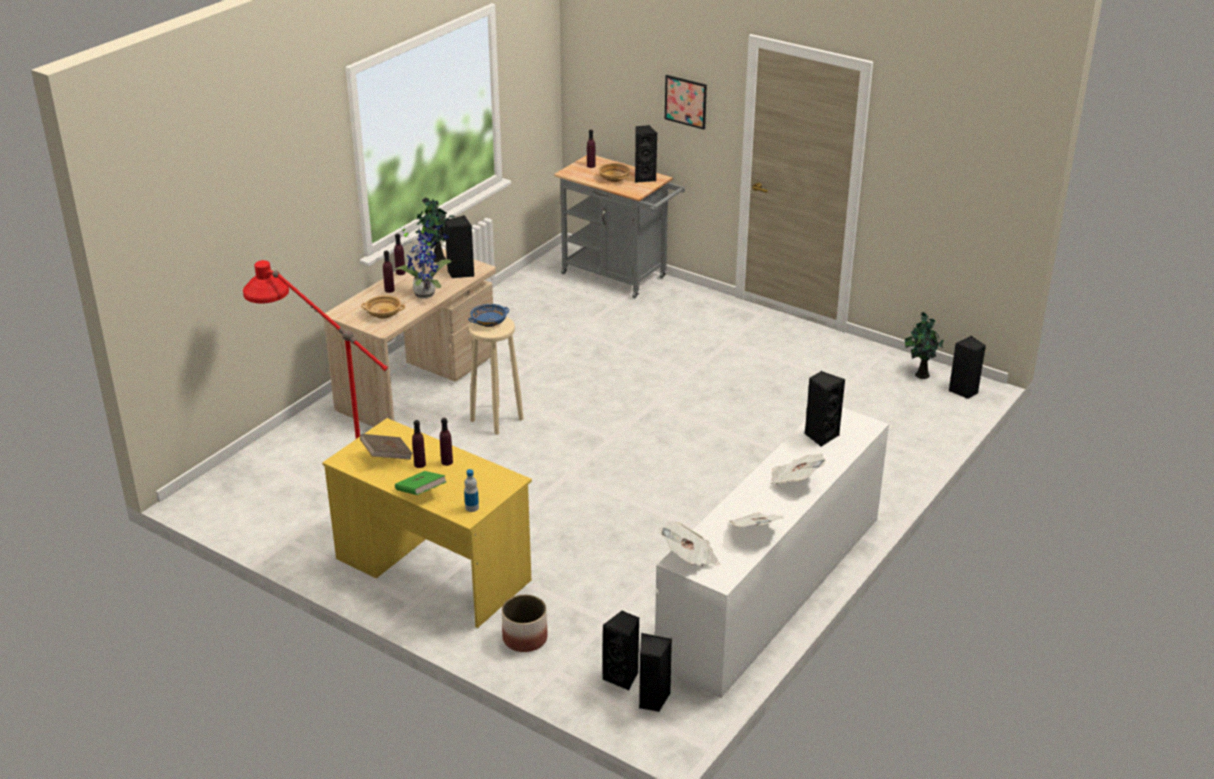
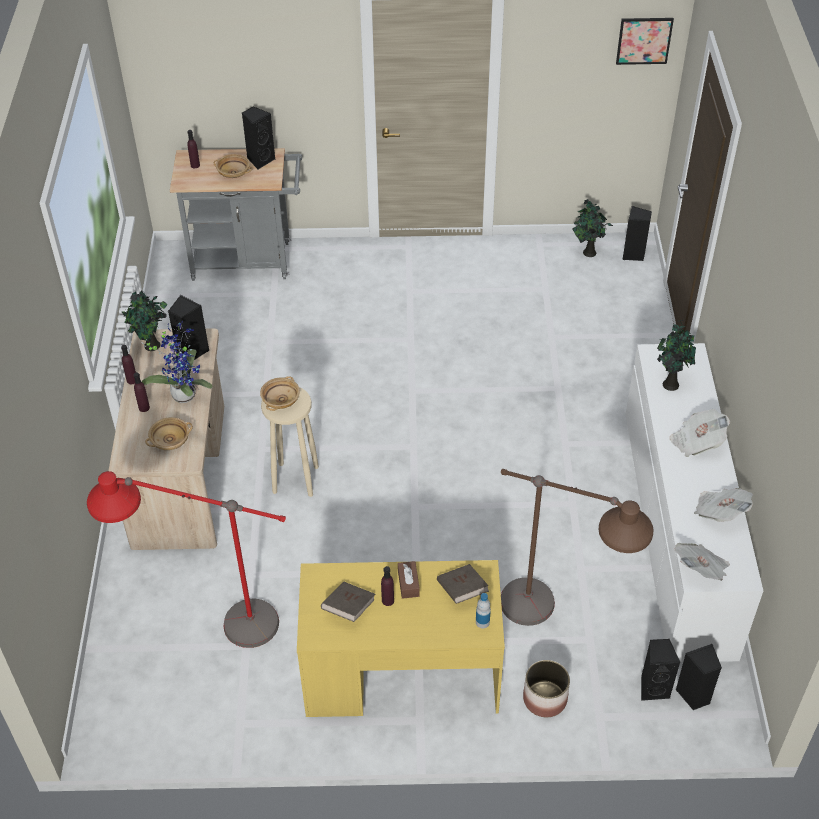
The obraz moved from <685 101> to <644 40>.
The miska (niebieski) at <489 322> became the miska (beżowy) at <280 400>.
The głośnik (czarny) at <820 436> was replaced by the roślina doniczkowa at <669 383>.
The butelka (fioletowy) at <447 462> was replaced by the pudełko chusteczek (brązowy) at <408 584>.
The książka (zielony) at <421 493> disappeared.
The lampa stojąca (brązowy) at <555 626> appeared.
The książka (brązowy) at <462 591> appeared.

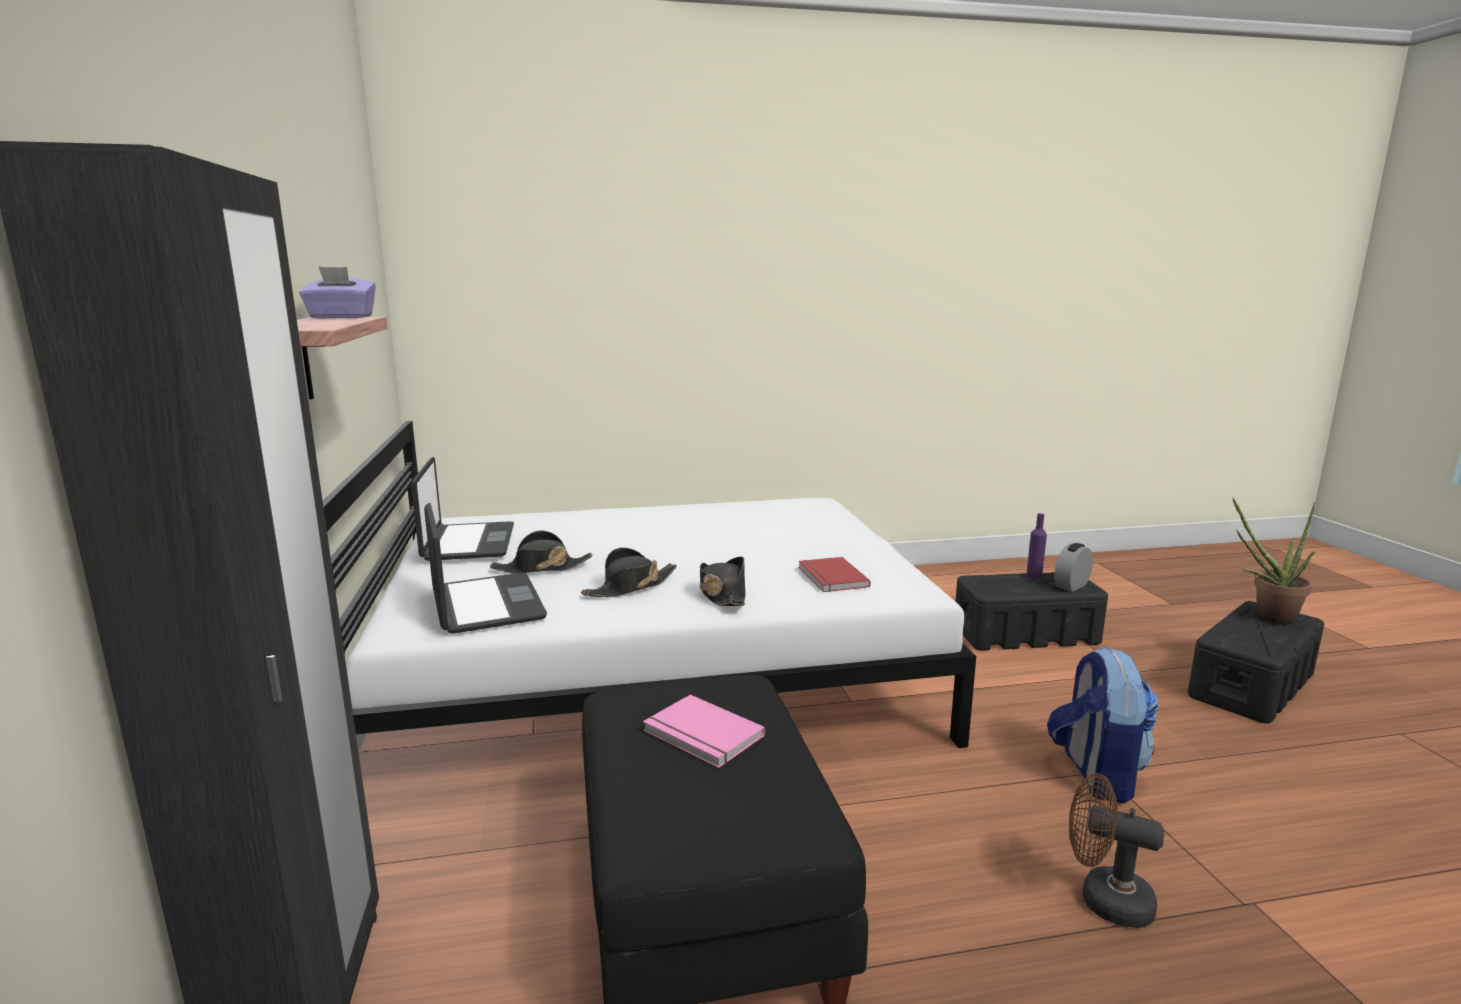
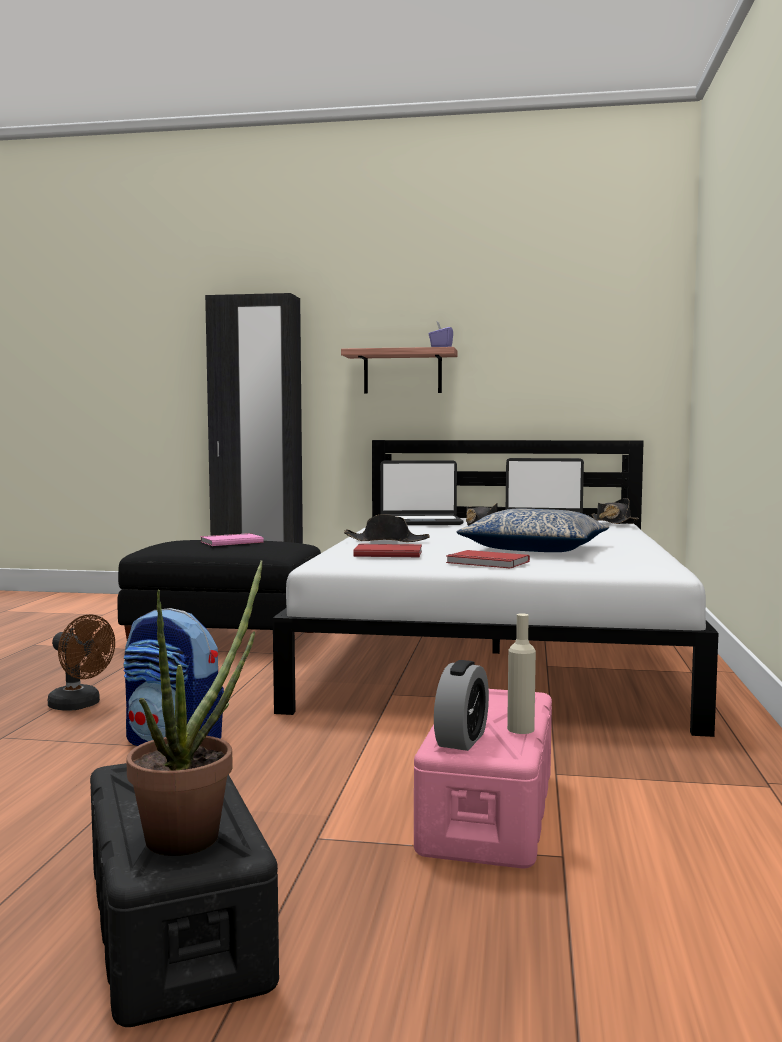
The butelka (fioletowy) at <1034 576> became the butelka (beżowy) at <520 729>.
The budzik at <1071 585> turned 45 degrees clockwise.
The kapelusz (czarny) moved from <630 587> to <613 522>.
The pojemnik do przechowywania (czarny) at <1024 634> became the pojemnik do przechowywania (różowy) at <488 810>.
The wentylator (brązowy) at <1104 899> turned 75 degrees clockwise.
The poduszka at <534 549> appeared.
The książka (czerwony) at <487 563> appeared.

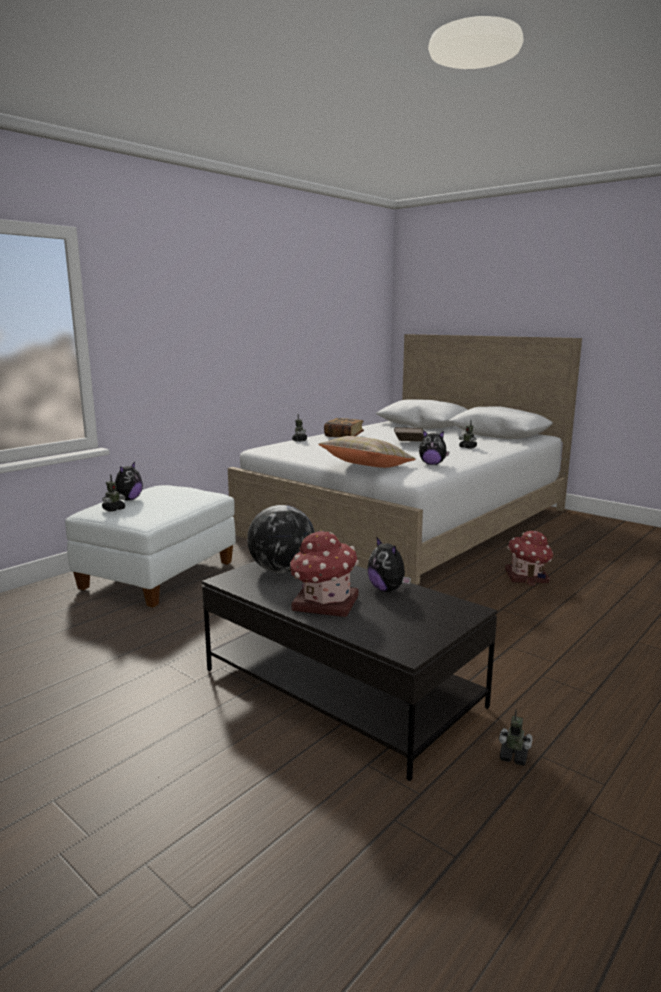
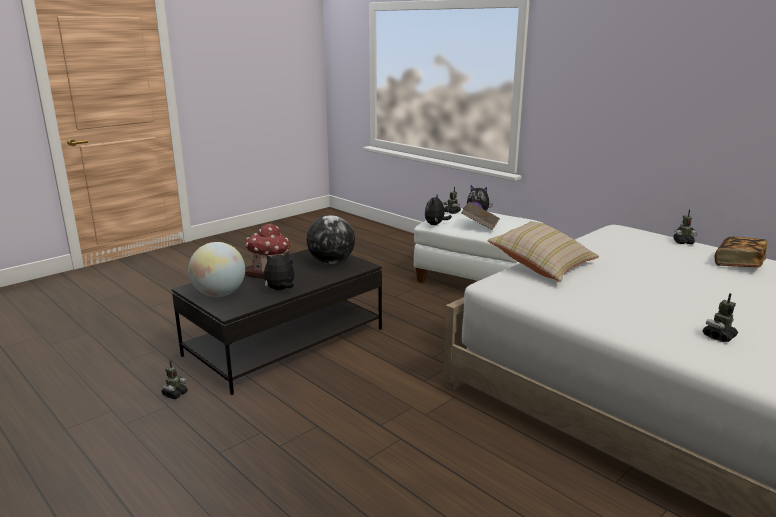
The książka (brązowy) moved from <409 444> to <480 224>.
The pluszak moved from <432 464> to <435 224>.
The domek at <527 577> disappeared.
The globus at <219 294> appeared.

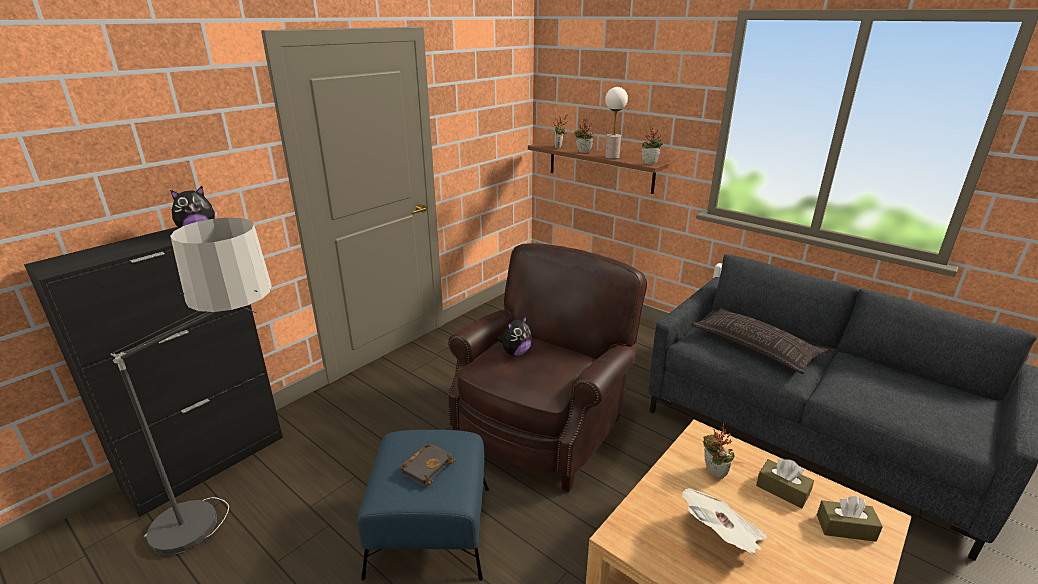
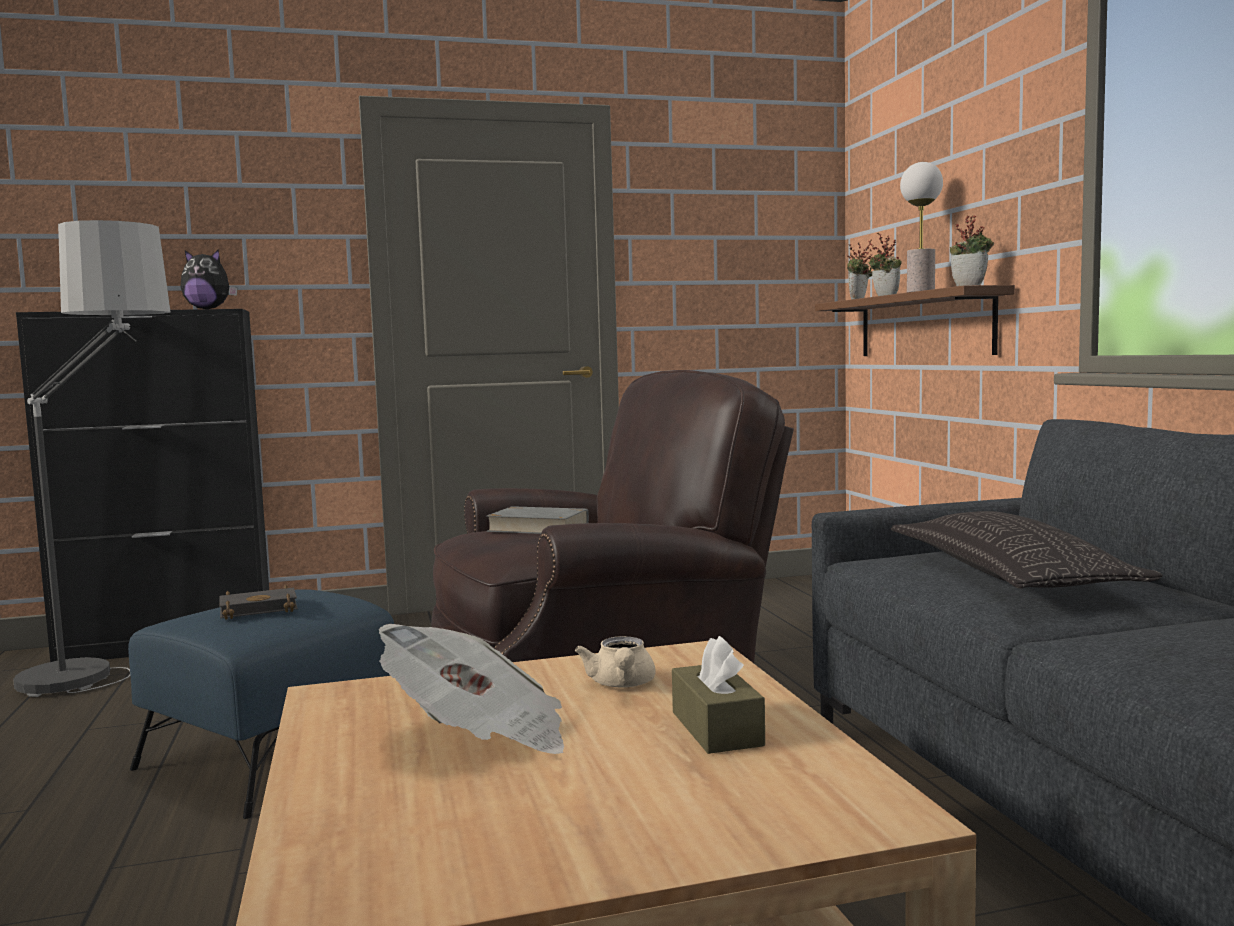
The pluszak at <515 353> was replaced by the książka (szary) at <538 527>.
The roślina doniczkowa at <712 473> was replaced by the imbryk (beżowy) at <621 684>.
The pudełko chusteczek (brązowy) at <845 528> disappeared.

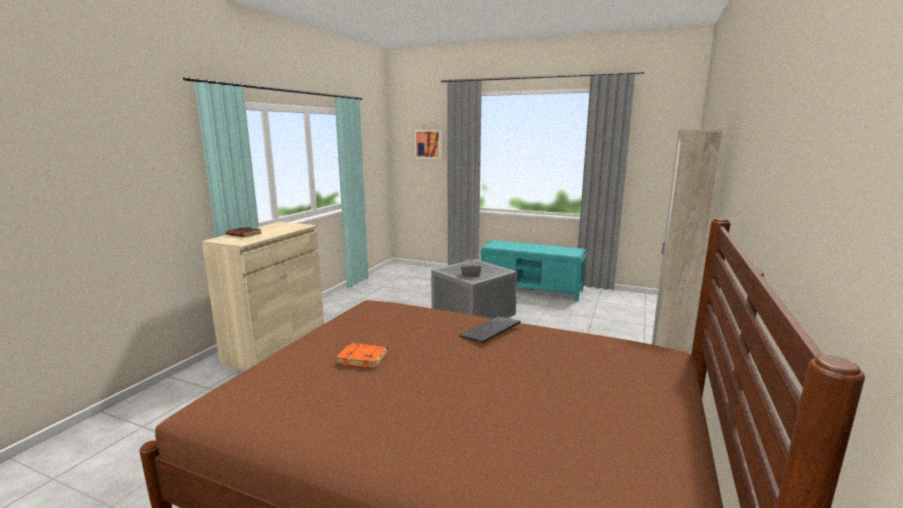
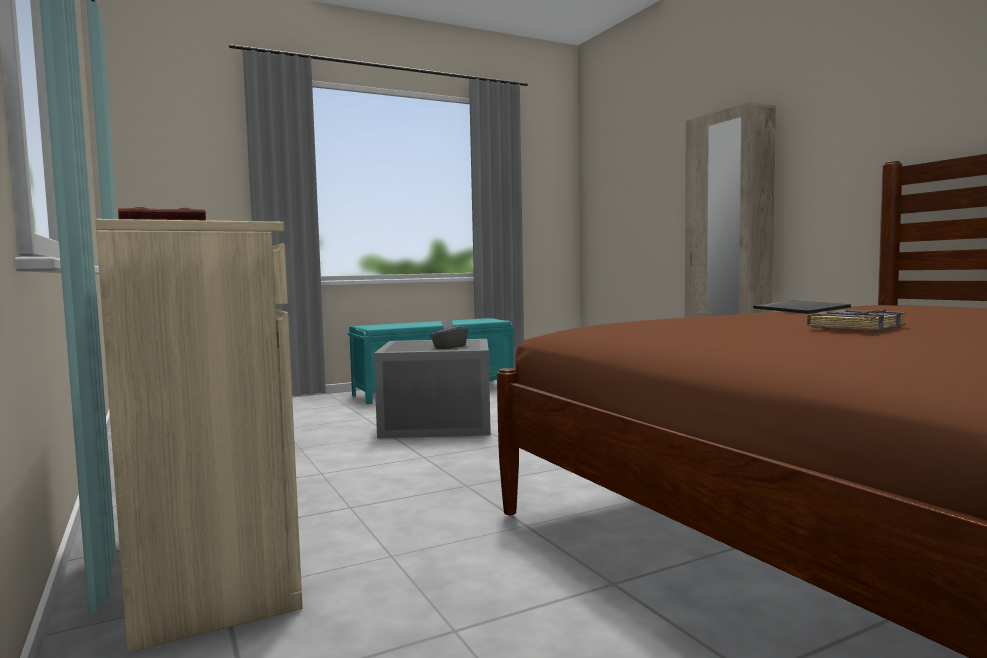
The obraz at <428 144> disappeared.
The książka (pomarańczowy) at <363 358> became the książka (szary) at <855 328>.

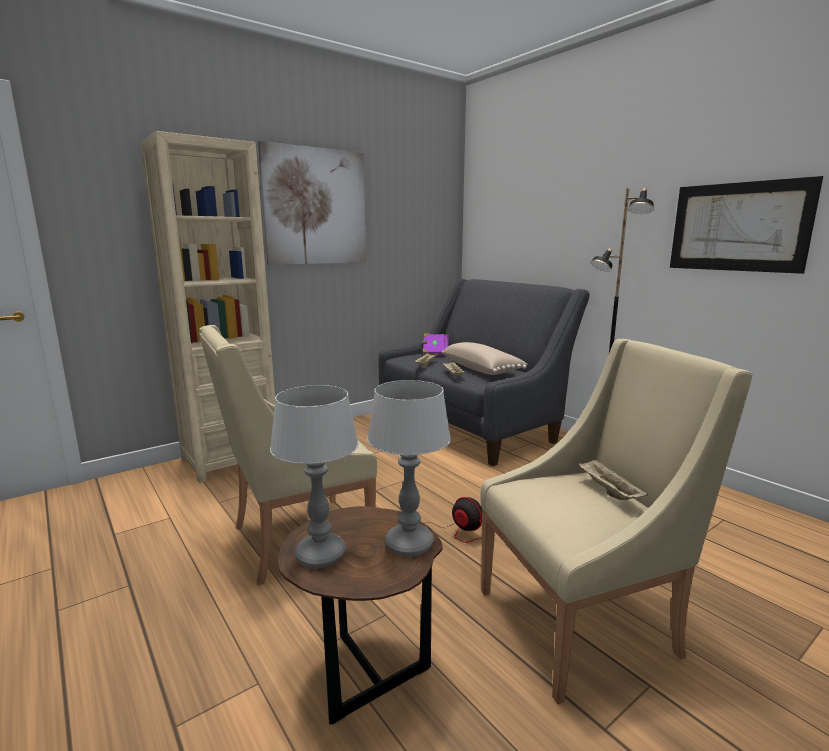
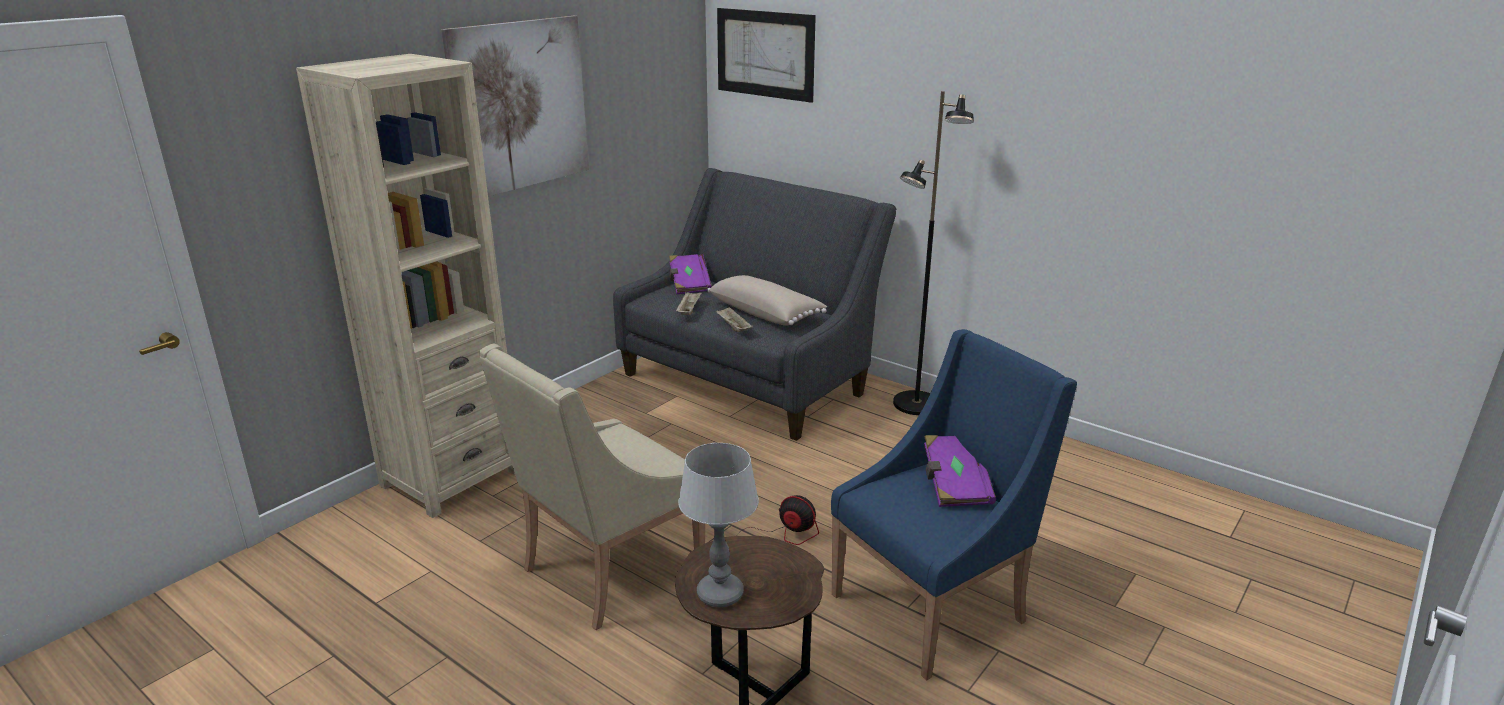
The obraz moved from <738 227> to <765 54>.
The fotel (beżowy) at <582 622> became the fotel (niebieski) at <933 607>.
The lampa stołowa at <408 545> disappeared.
The taca (beżowy) at <607 491> was replaced by the książka (fioletowy) at <954 485>.

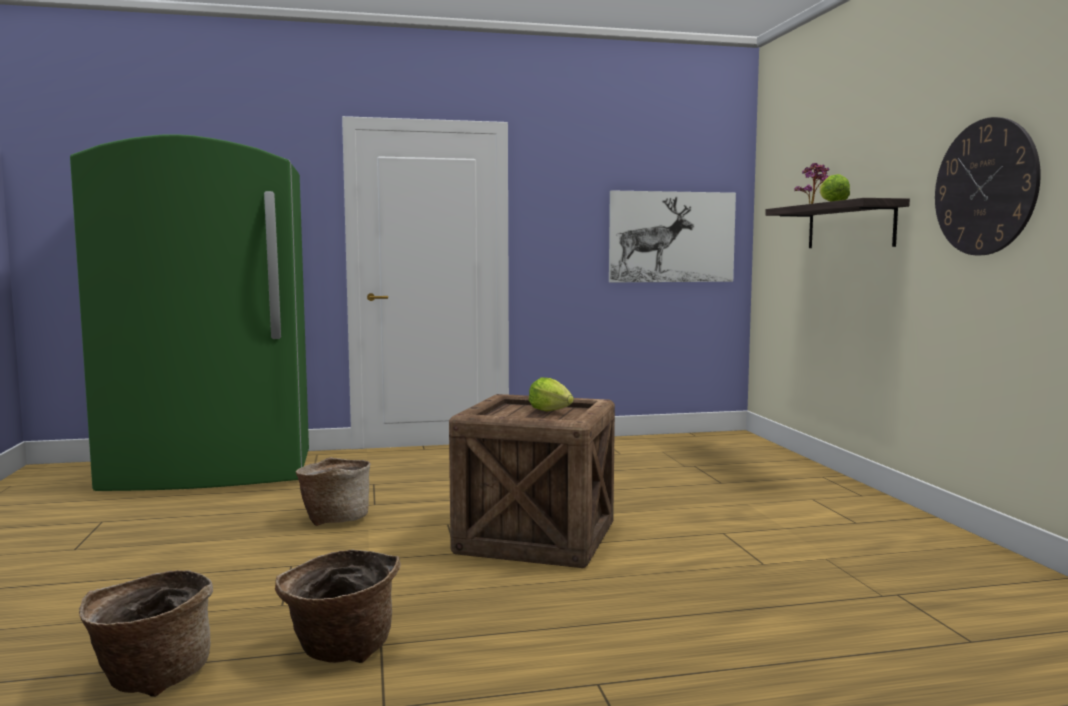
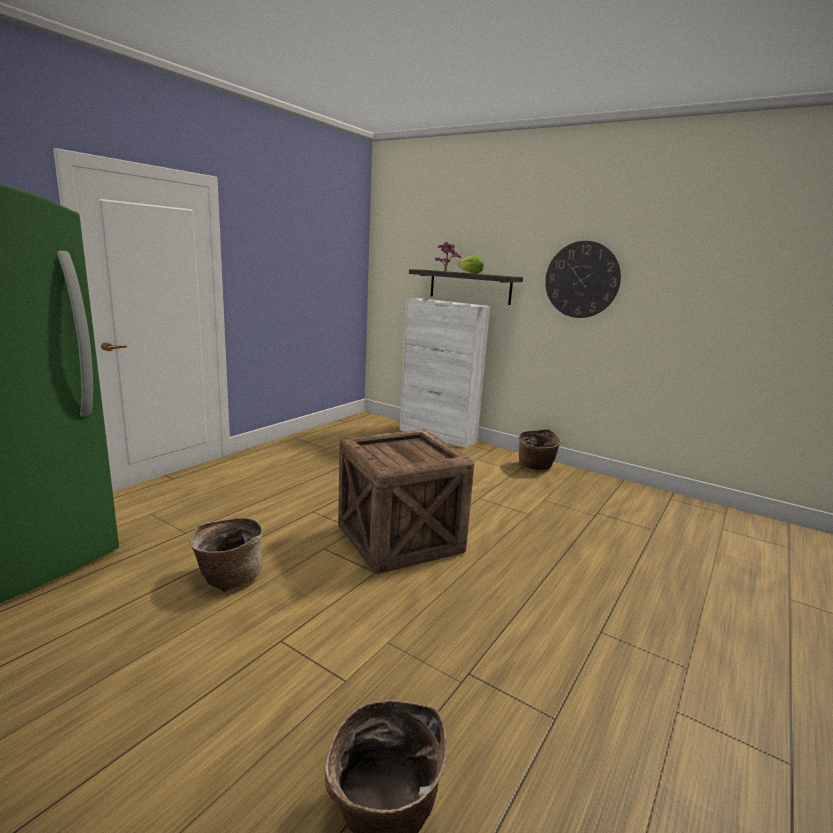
The obraz at <671 237> disappeared.
The sałata at <550 411> disappeared.
The koszyk moved from <340 650> to <535 467>.
The szafka (biały) at <437 436> appeared.

